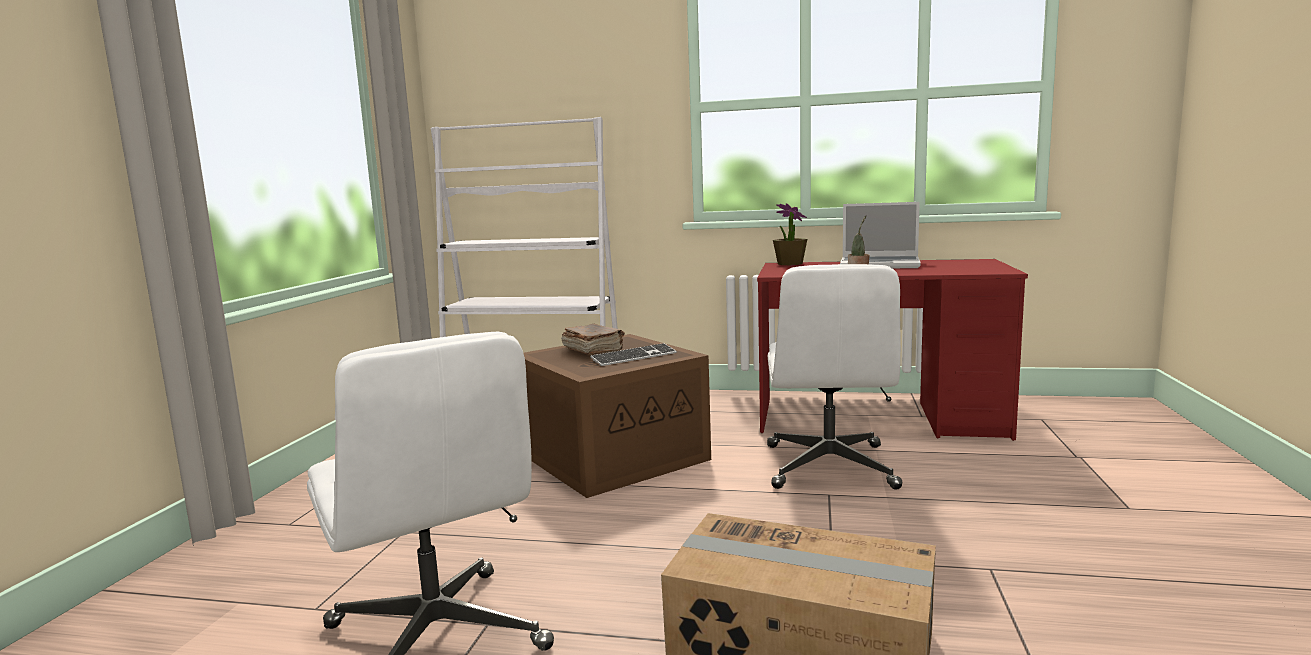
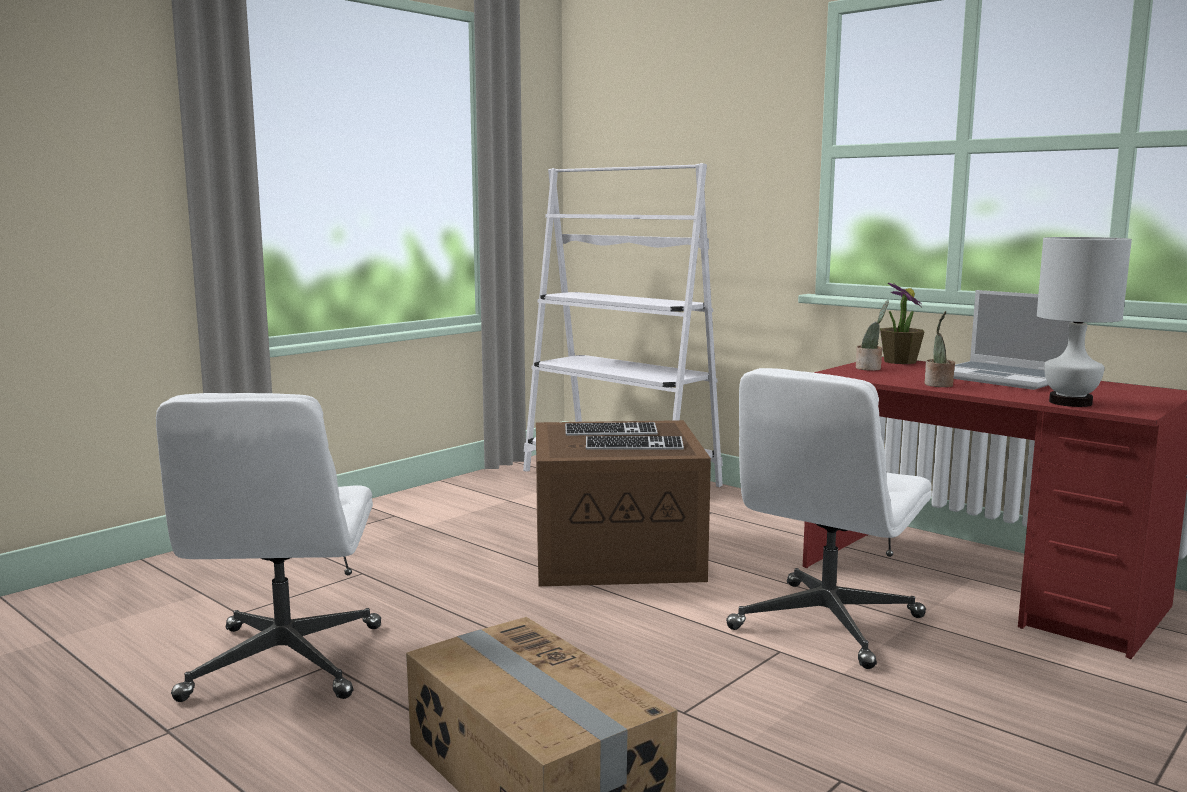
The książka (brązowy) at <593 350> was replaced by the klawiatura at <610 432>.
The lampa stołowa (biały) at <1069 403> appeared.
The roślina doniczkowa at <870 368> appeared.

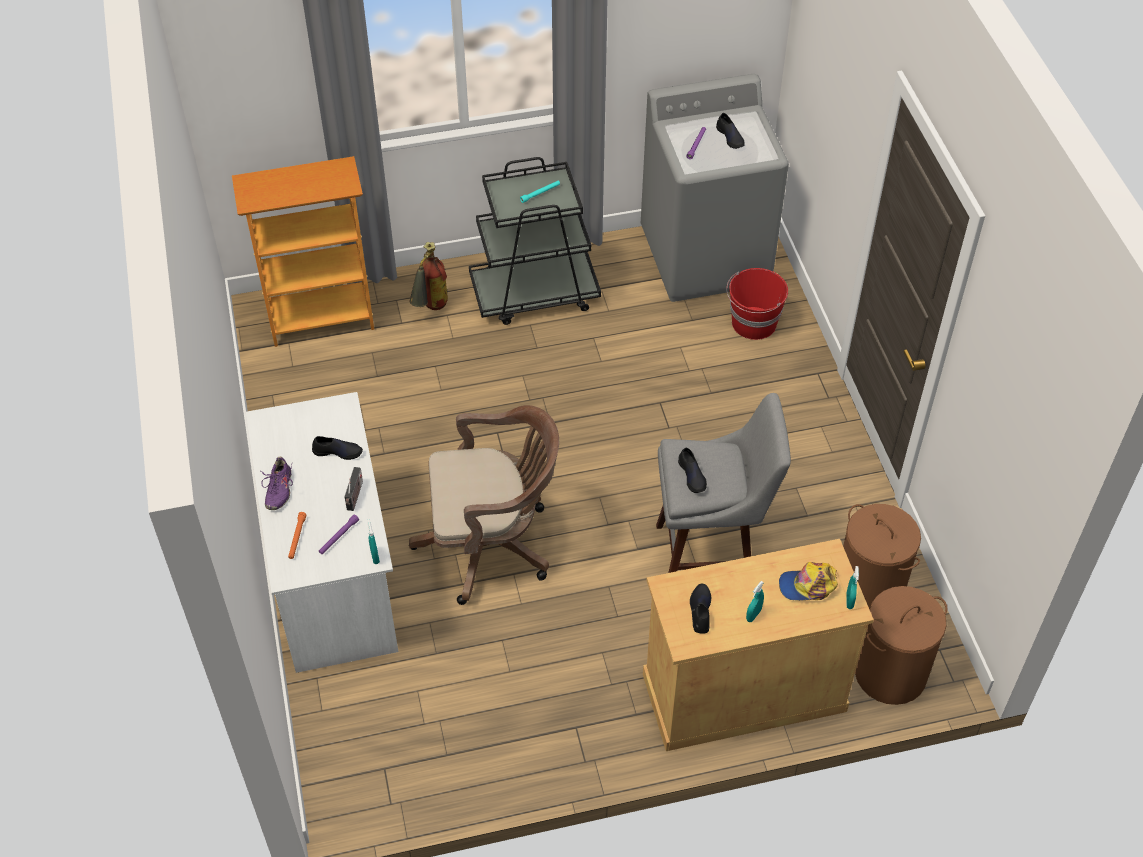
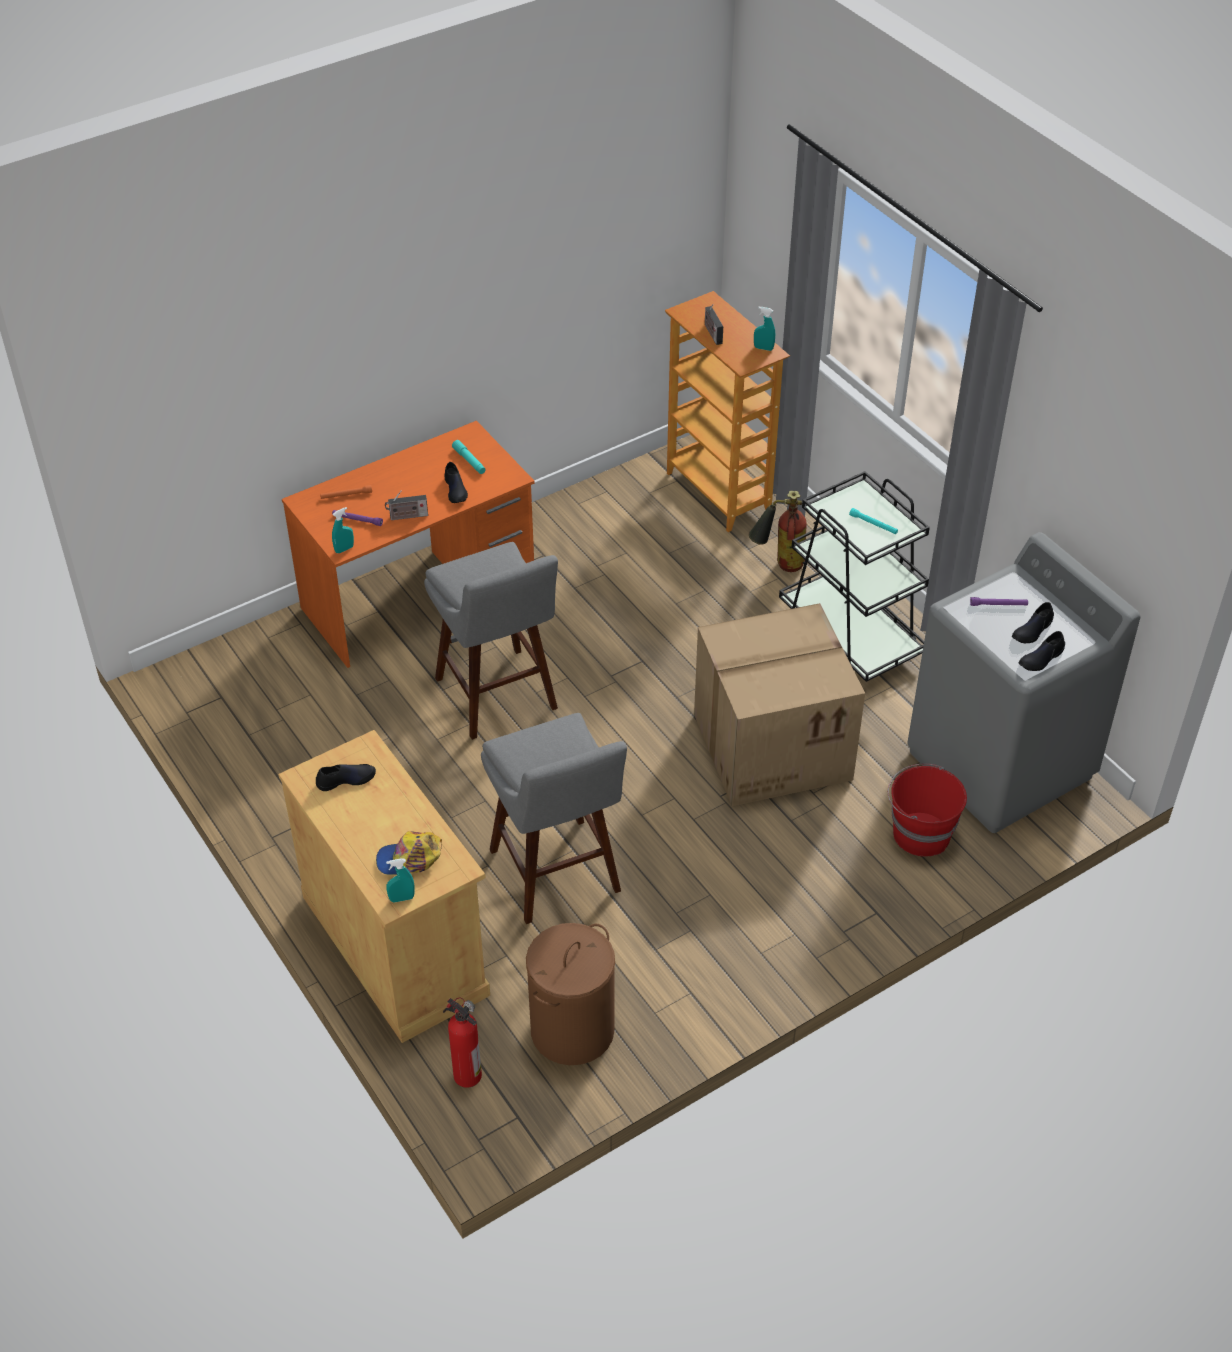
The biurko (biały) at <332 572> became the biurko (pomarańczowy) at <419 597>.
The krzesło biurowe (brązowy) at <492 544> was replaced by the stołek (szary) at <498 698>.
The but (czarny) moved from <692 475> to <1041 658>.
The but (fioletowy) at <278 490> disappeared.
The czapka z daszkiem at <807 586> turned 75 degrees counterclockwise.
The spryskiwacz (turkusowy) moved from <753 615> to <763 348>.
The kosz na pranie (brązowy) at <890 674> was replaced by the gaśnica at <466 1074>.
The radio at <712 333> appeared.
The latarka (turkusowy) at <469 461> appeared.
The karton at <773 745> appeared.

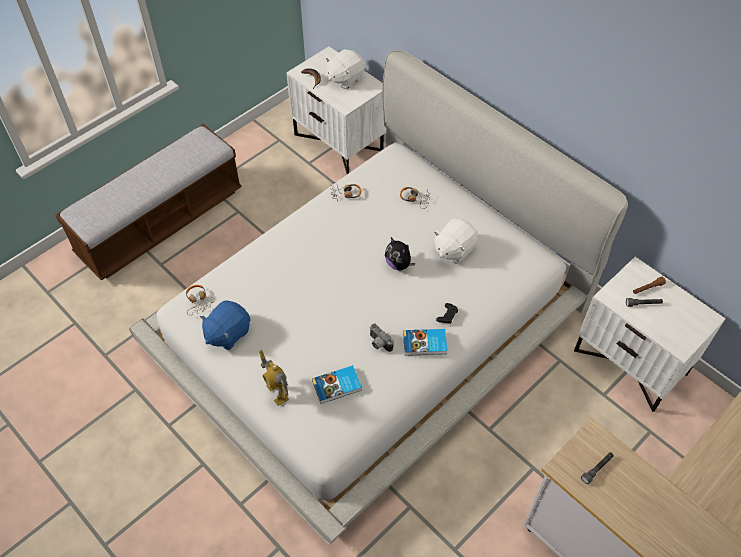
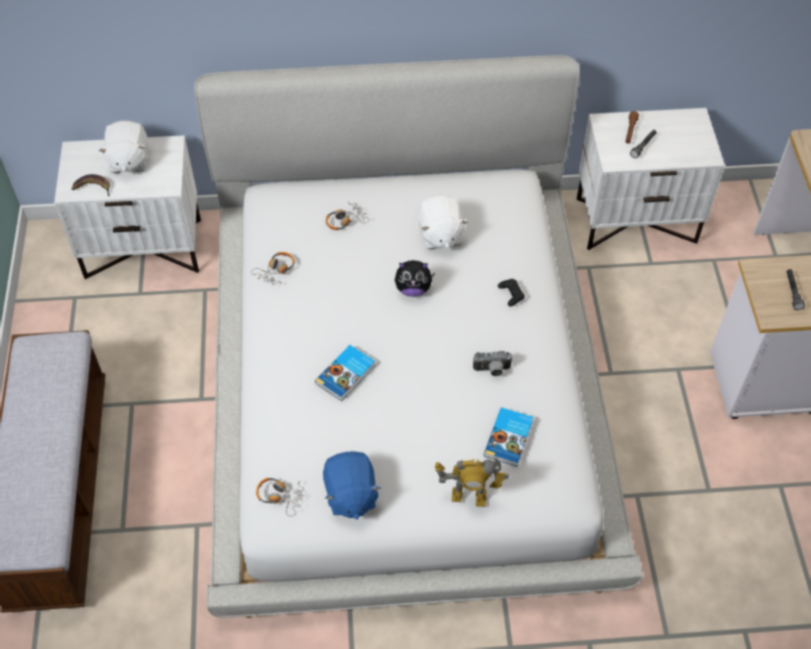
The książka moved from <425 344> to <346 375>.

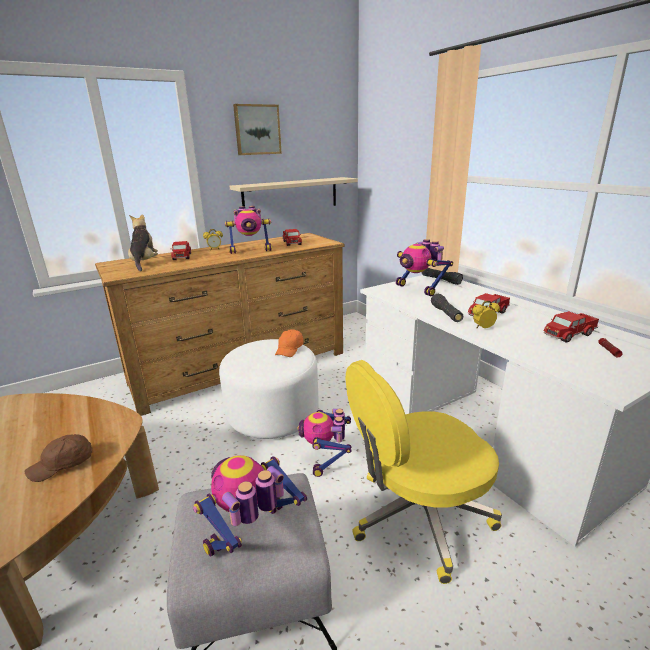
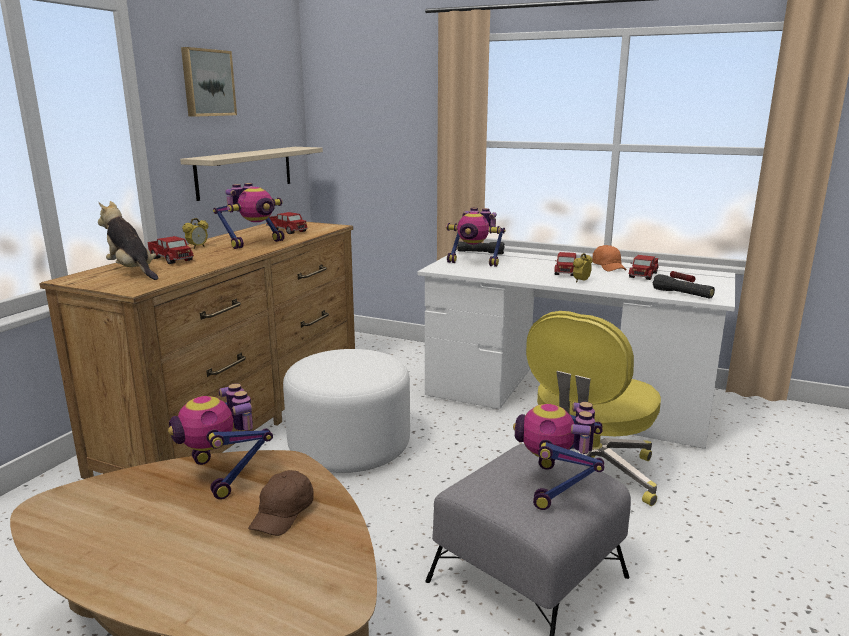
The latarka (czarny) moved from <446 314> to <682 294>.
The czapka z daszkiem (pomarańczowy) moved from <289 349> to <608 267>.
The robot zabawkowy moved from <326 458> to <224 475>.

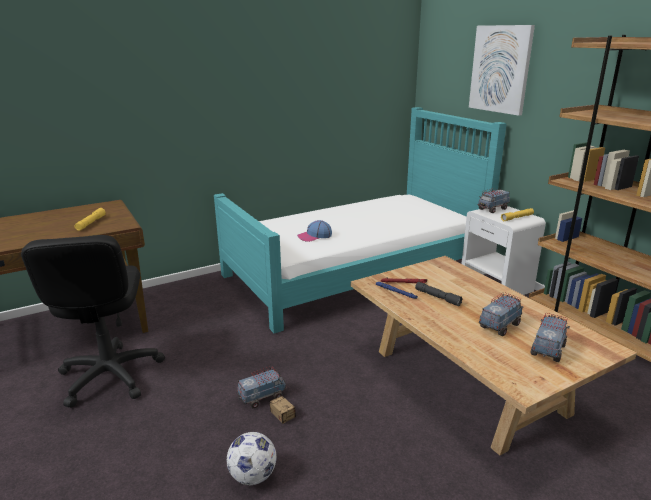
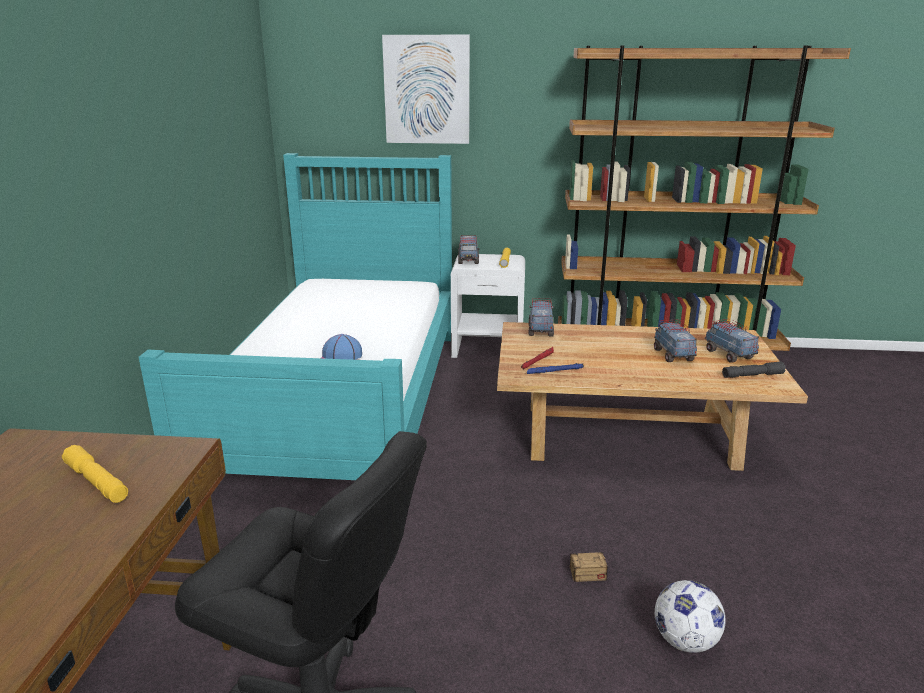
The latarka (szary) moved from <437 297> to <752 375>.
The ciężarówka zabawkowa moved from <262 397> to <540 330>.

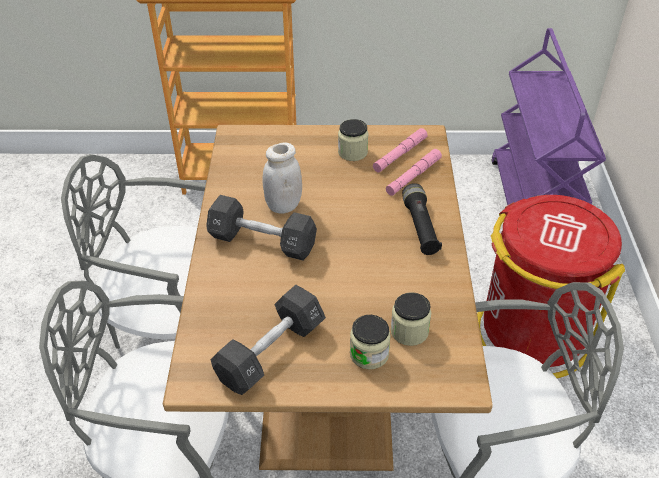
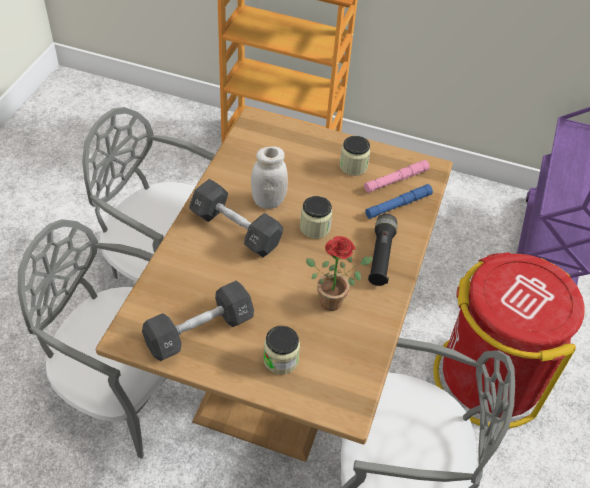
The latarka (różowy) at <413 176> became the latarka (niebieski) at <398 205>.
The słoik moved from <409 331> to <315 228>.
The roślina doniczkowa at <334 300> appeared.

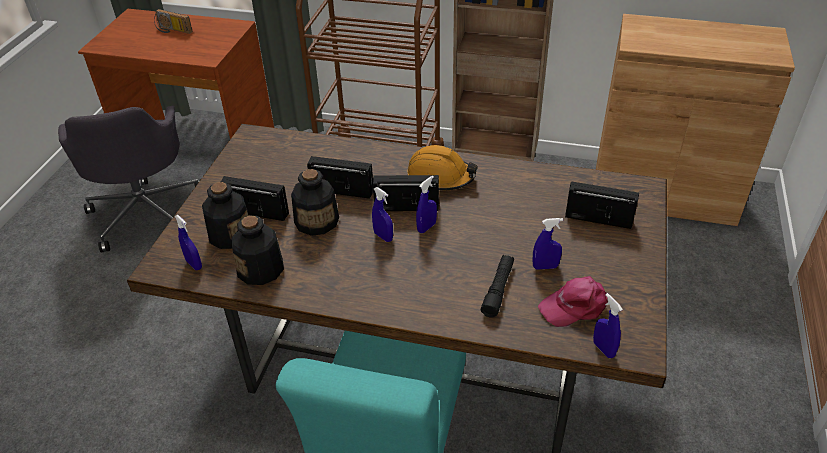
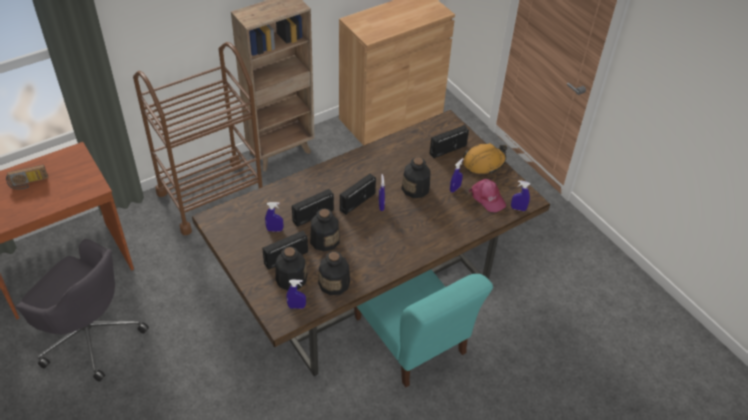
The kask (pomarańczowy) moved from <441 177> to <484 163>.
The spryskiwacz (niebieski) moved from <383 236> to <275 230>.
The latarka (czarny) at <498 290> disappeared.
The czapka z daszkiem (różowy) at <575 306> turned 60 degrees counterclockwise.
The butelka at <415 188> appeared.

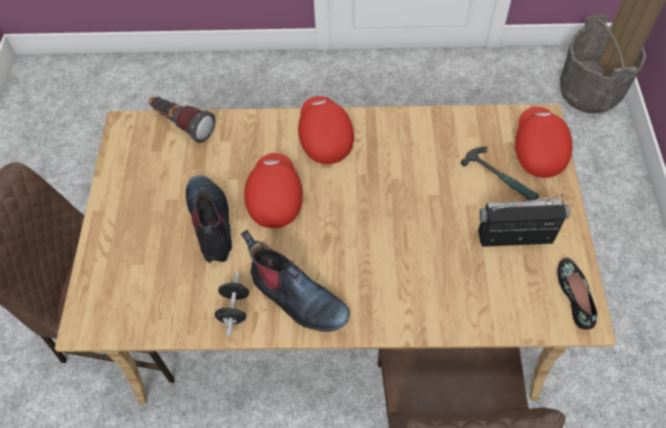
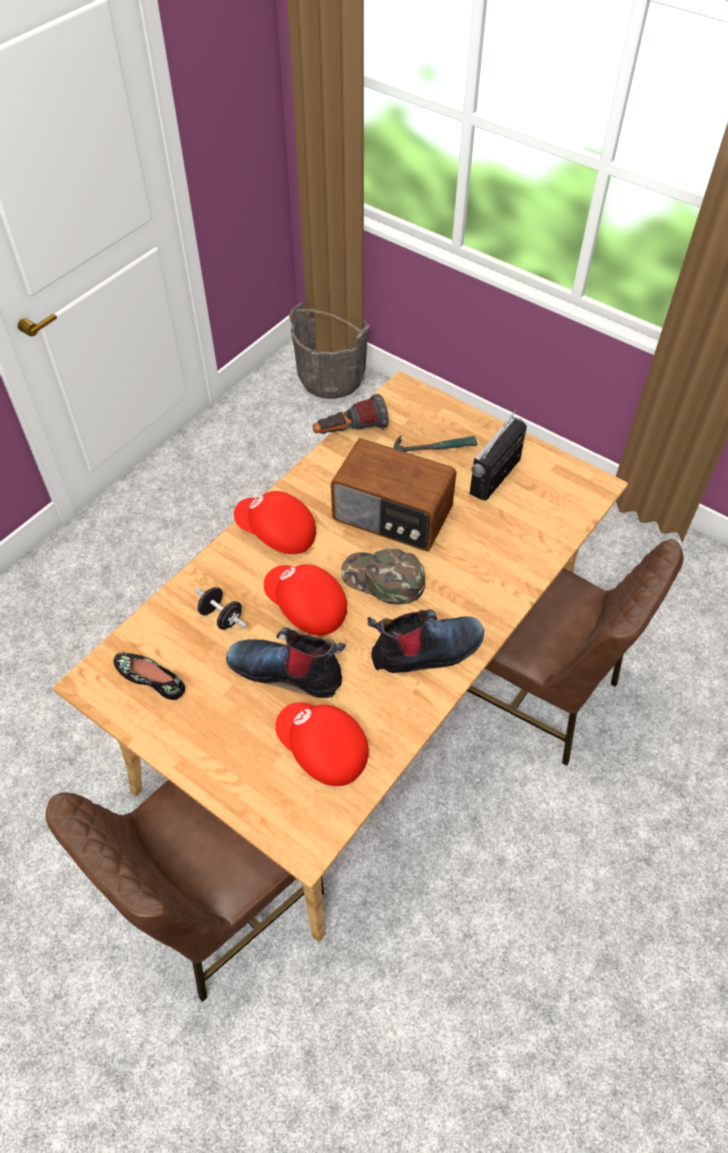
The latarka moved from <182 125> to <350 432>.
The czapka z daszkiem (czerwony) moved from <537 149> to <322 750>.
The but (czarny) moved from <575 295> to <151 677>.
The hantel (czarny) moved from <234 309> to <221 617>.
The radio at <392 515> appeared.
The czapka z daszkiem (zielony) at <382 579> appeared.

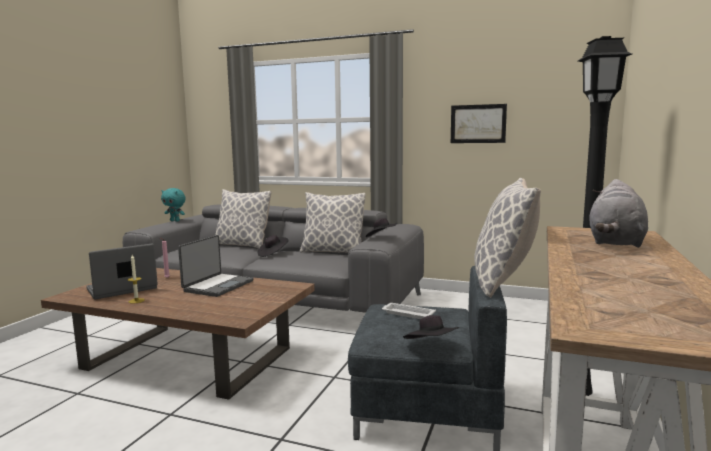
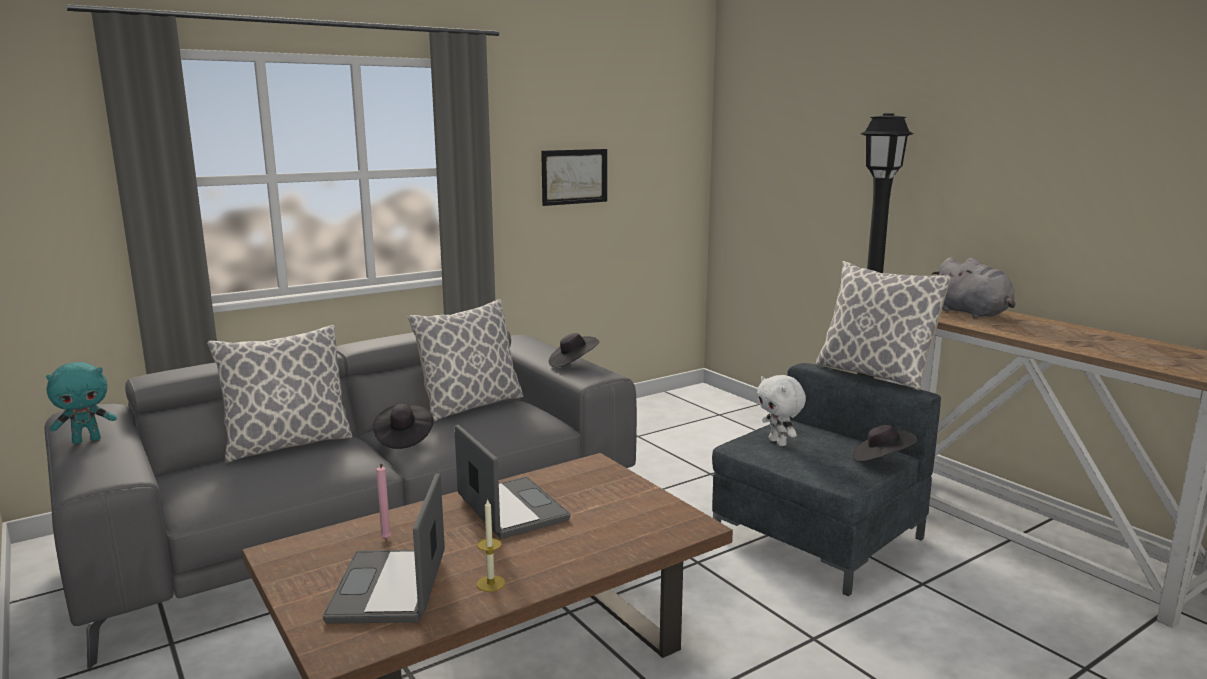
The taca (biały) at <407 314> was replaced by the pluszak (biały) at <778 442>.

